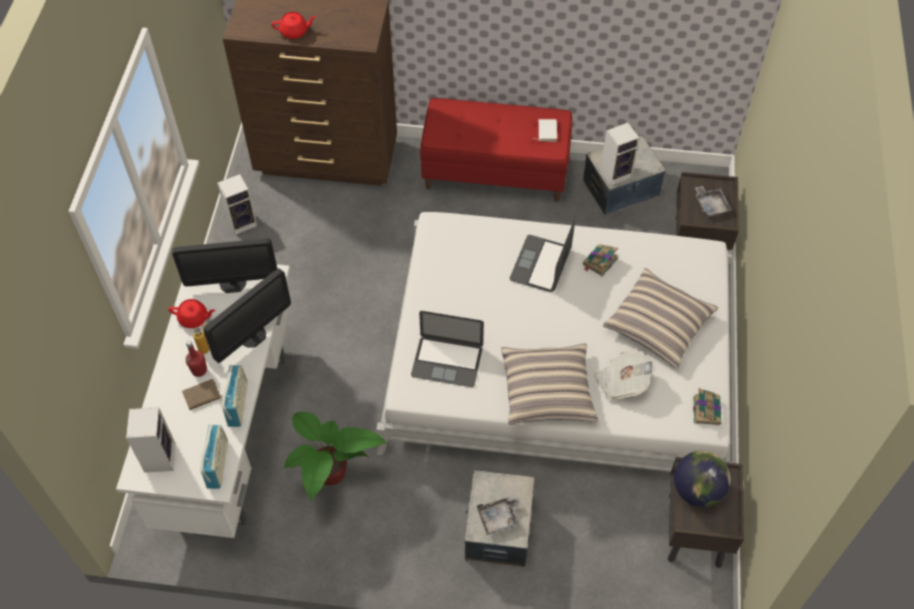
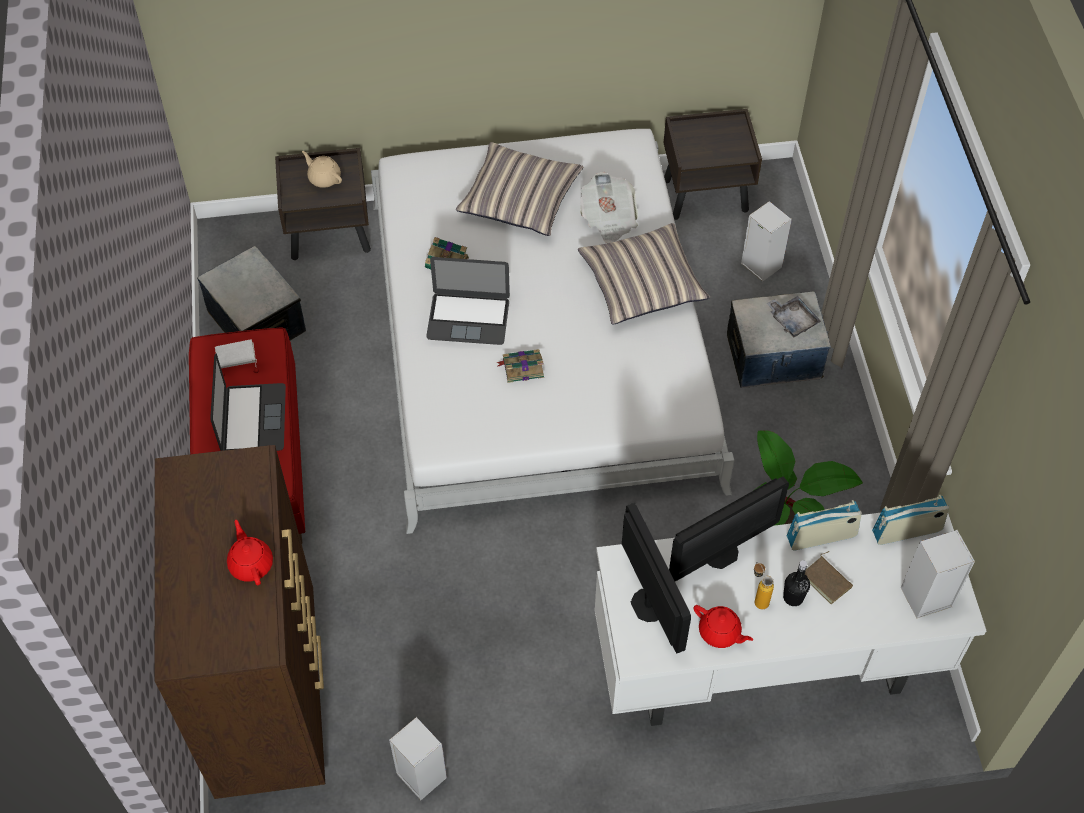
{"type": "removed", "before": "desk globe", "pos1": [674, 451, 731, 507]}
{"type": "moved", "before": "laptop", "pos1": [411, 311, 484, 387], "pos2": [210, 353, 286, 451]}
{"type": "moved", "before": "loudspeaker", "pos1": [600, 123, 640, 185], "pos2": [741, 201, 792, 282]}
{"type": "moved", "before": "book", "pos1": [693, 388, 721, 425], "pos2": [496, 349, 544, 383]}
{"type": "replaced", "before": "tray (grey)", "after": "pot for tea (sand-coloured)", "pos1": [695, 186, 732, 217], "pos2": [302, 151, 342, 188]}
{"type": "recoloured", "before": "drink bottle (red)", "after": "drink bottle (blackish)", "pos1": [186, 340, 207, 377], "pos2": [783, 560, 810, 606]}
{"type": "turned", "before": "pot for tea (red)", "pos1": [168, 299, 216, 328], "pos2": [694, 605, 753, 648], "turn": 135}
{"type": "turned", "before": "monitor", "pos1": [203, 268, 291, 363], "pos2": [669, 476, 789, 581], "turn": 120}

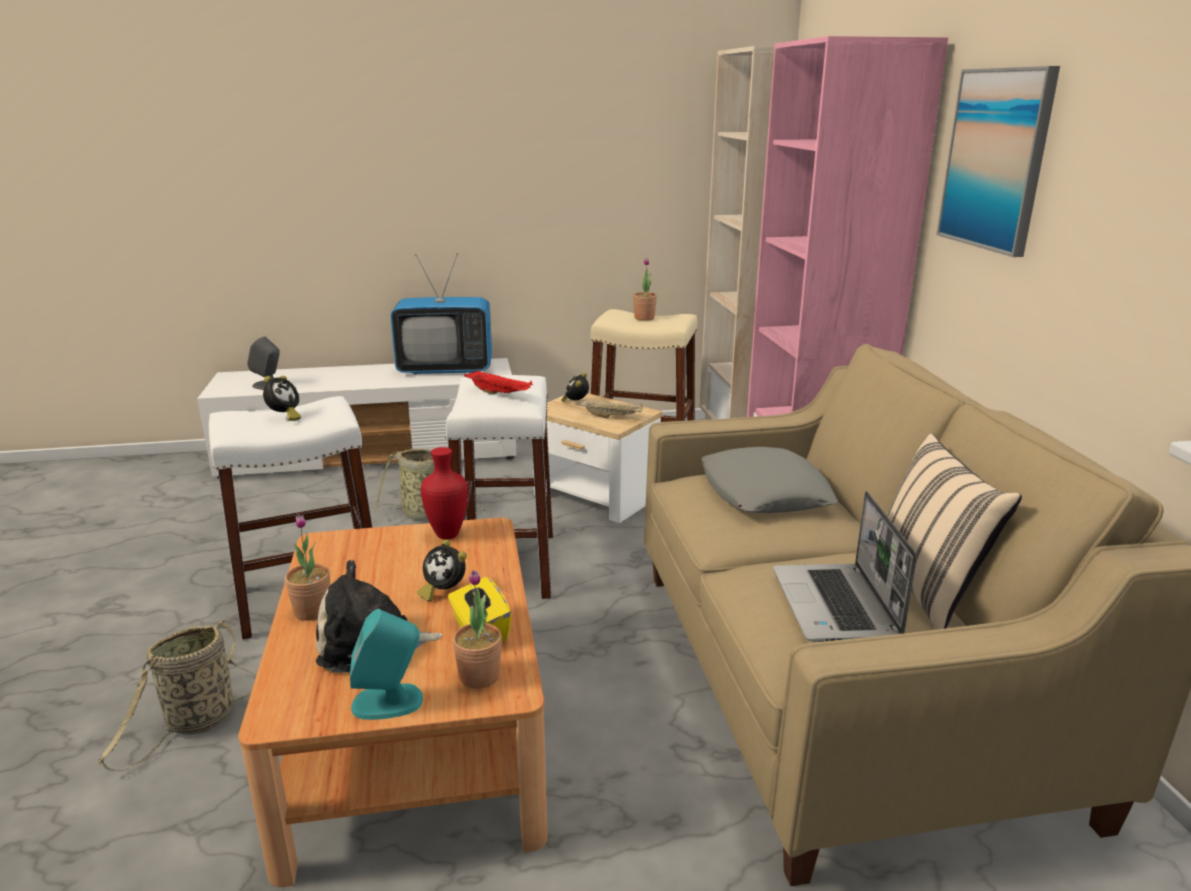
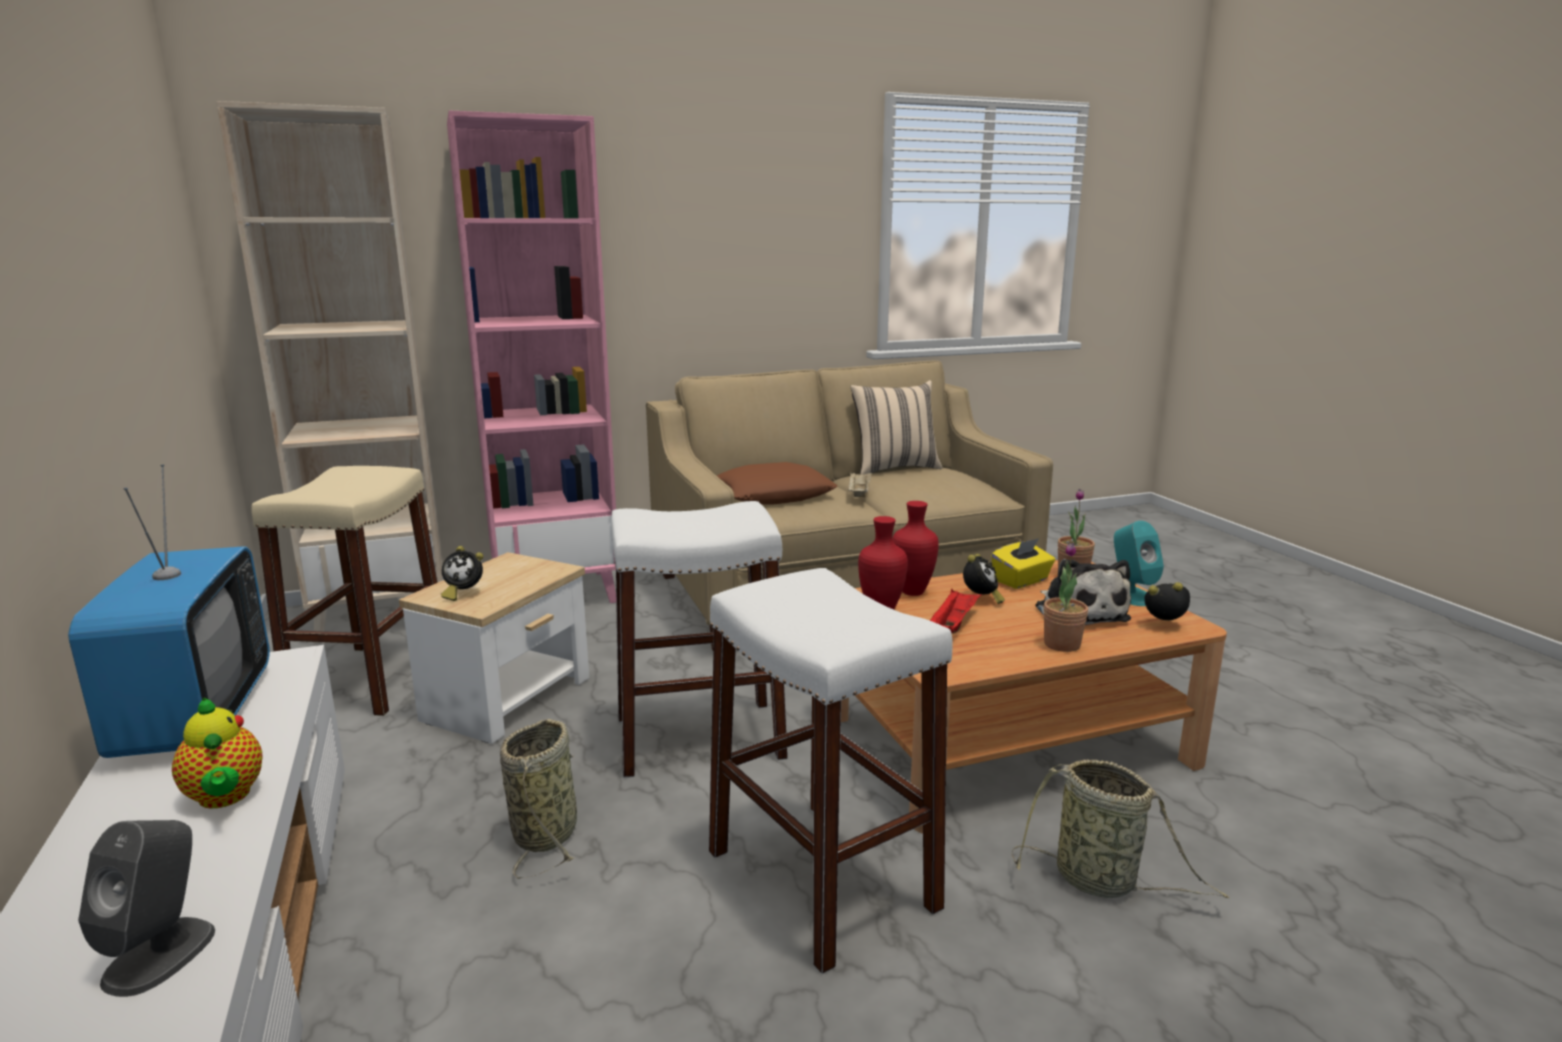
{"type": "removed", "before": "plant in a pot", "pos1": [633, 258, 657, 321]}
{"type": "removed", "before": "laptop", "pos1": [773, 491, 917, 642]}
{"type": "removed", "before": "wall art", "pos1": [937, 66, 1060, 257]}
{"type": "added", "after": "pot for tea", "pos2": [172, 697, 263, 809]}
{"type": "added", "after": "decorative vase (red)", "pos2": [892, 501, 939, 596]}
{"type": "moved", "before": "bedside clock", "pos1": [263, 376, 301, 421], "pos2": [1144, 582, 1190, 620]}
{"type": "moved", "before": "tray (red)", "pos1": [464, 370, 533, 395], "pos2": [930, 589, 982, 633]}
{"type": "moved", "before": "tray (sand-coloured)", "pos1": [579, 399, 643, 418], "pos2": [848, 471, 872, 497]}
{"type": "recoloured", "before": "pillow (grey)", "after": "pillow (brown-coloured)", "pos1": [702, 447, 838, 513], "pos2": [717, 462, 837, 505]}

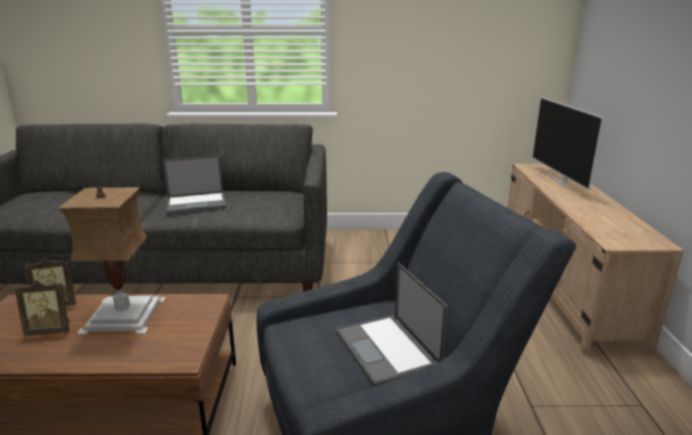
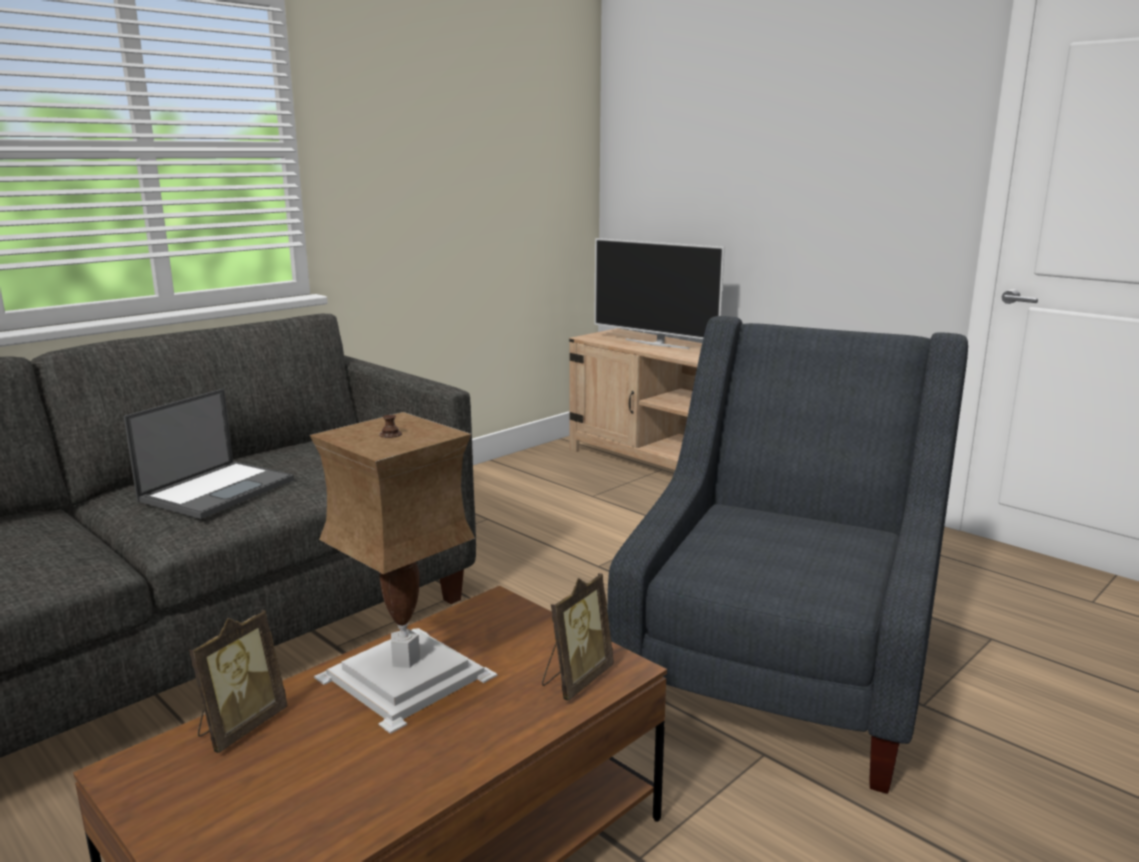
{"type": "removed", "before": "laptop", "pos1": [336, 263, 448, 386]}
{"type": "moved", "before": "standing frame", "pos1": [15, 280, 70, 336], "pos2": [542, 573, 614, 701]}

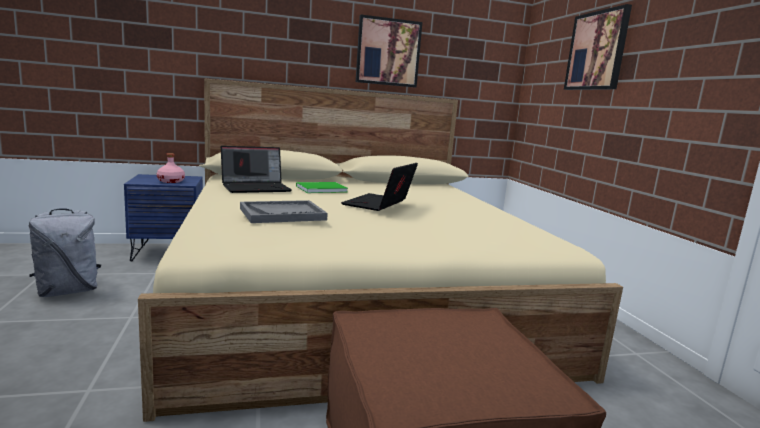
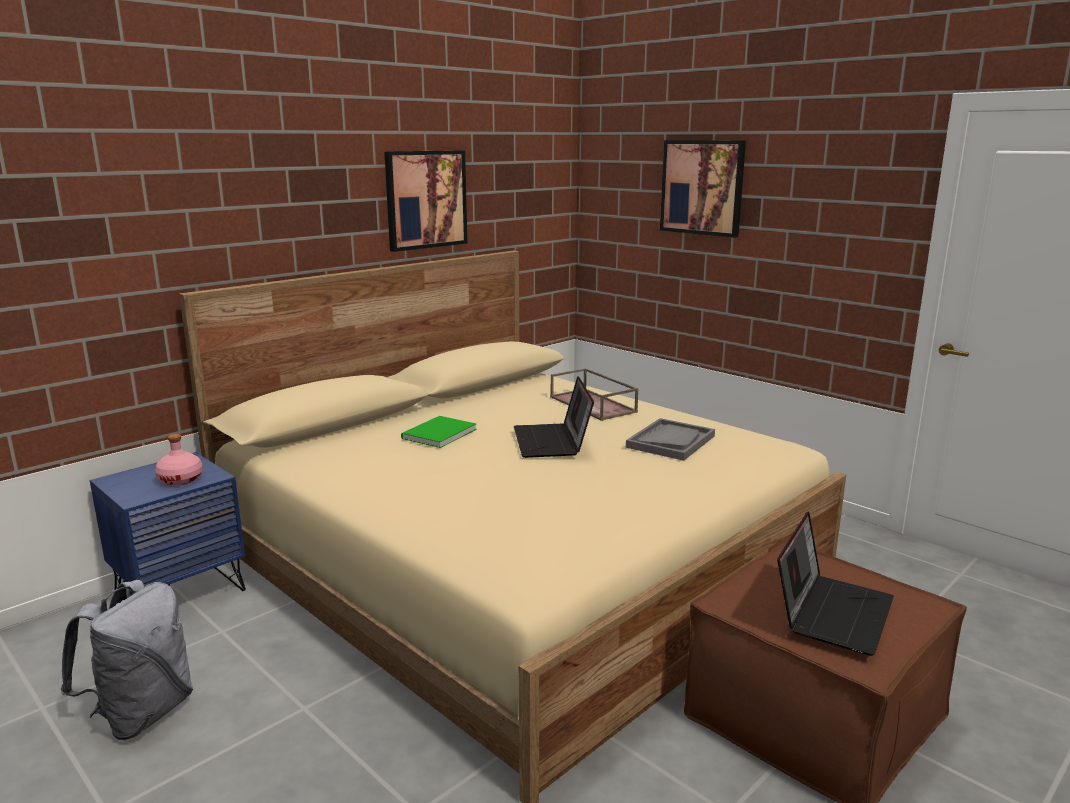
{"type": "added", "after": "tray (brown-coloured)", "pos2": [550, 368, 639, 421]}
{"type": "moved", "before": "laptop", "pos1": [221, 146, 292, 193], "pos2": [777, 512, 894, 656]}
{"type": "moved", "before": "tray (grey)", "pos1": [240, 200, 328, 223], "pos2": [626, 418, 715, 461]}

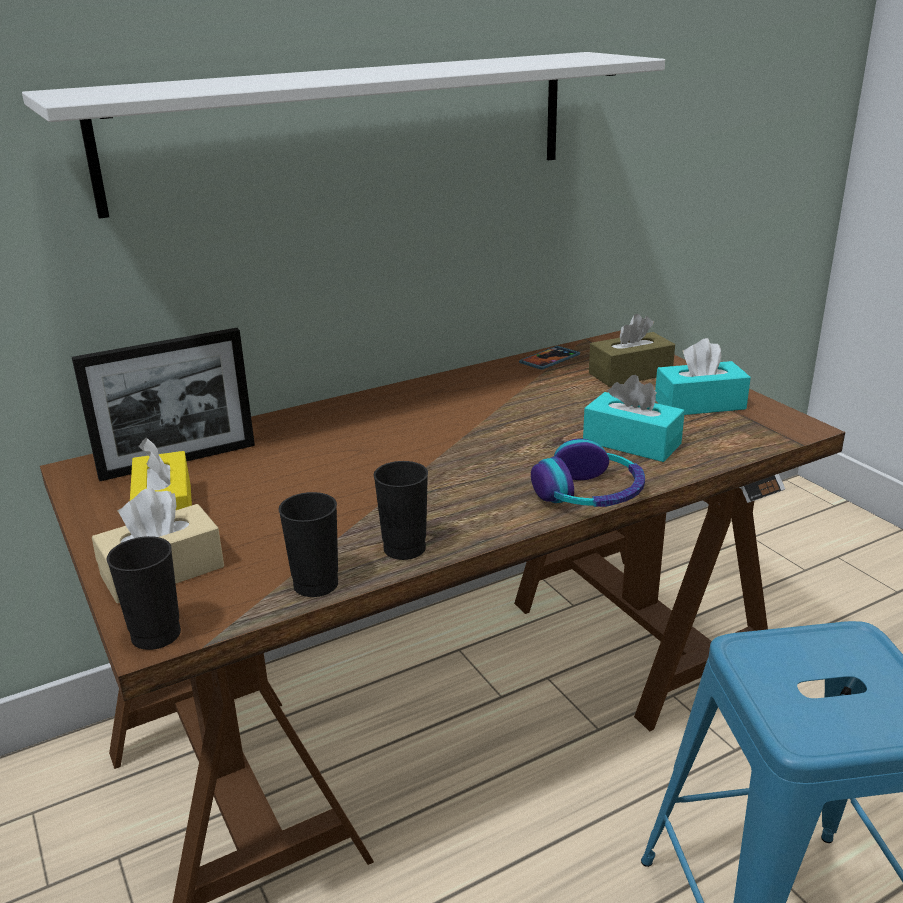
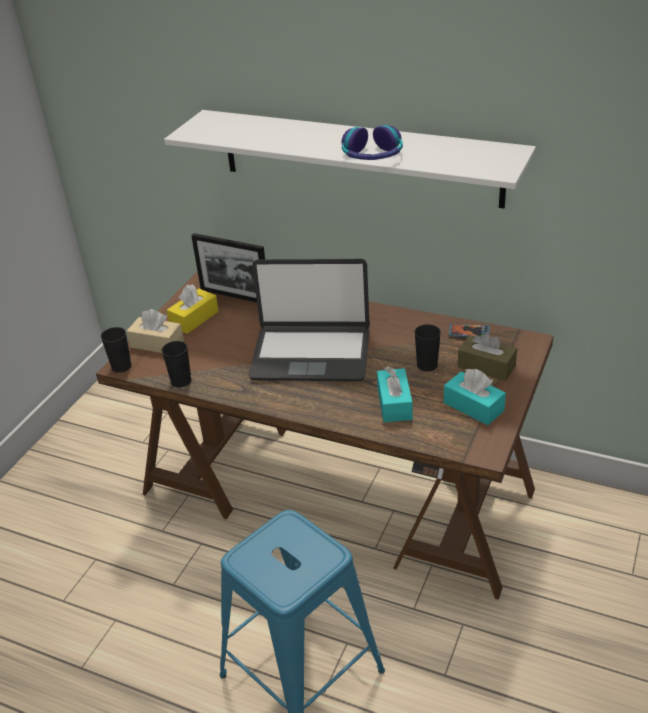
{"type": "added", "after": "laptop", "pos2": [249, 259, 370, 381]}
{"type": "moved", "before": "drinking cup (blackish)", "pos1": [374, 461, 428, 560], "pos2": [415, 324, 441, 371]}
{"type": "moved", "before": "pair of headphones", "pos1": [531, 439, 645, 507], "pos2": [342, 125, 403, 160]}

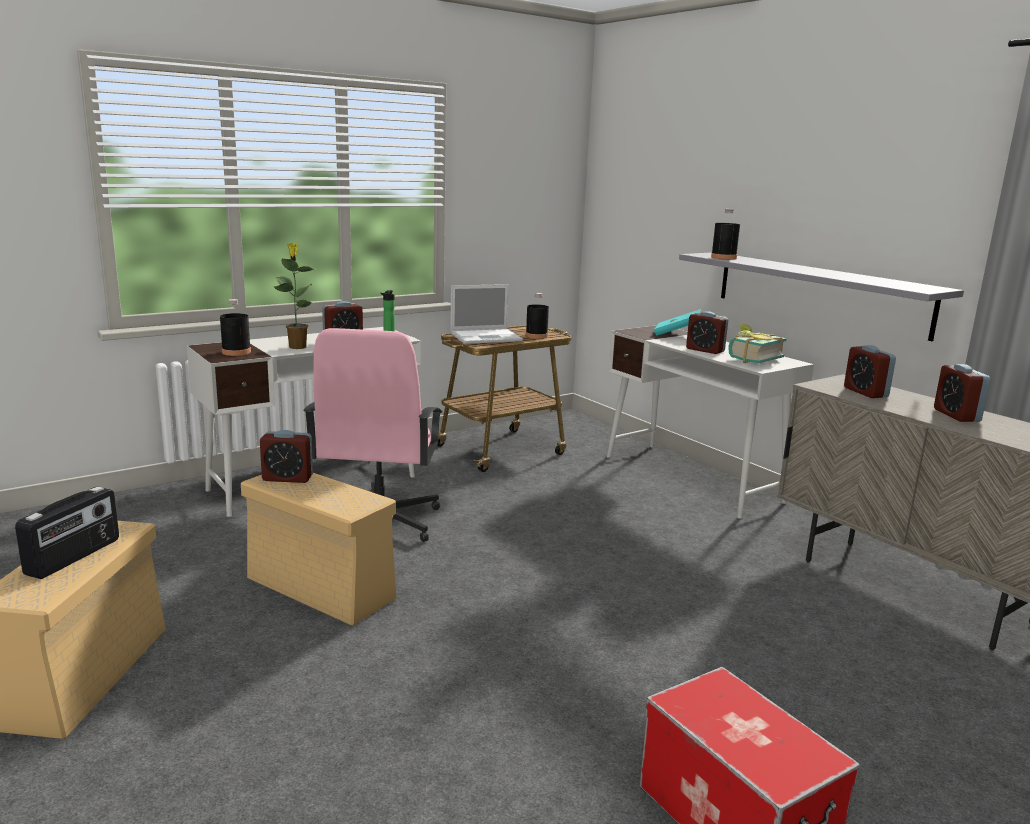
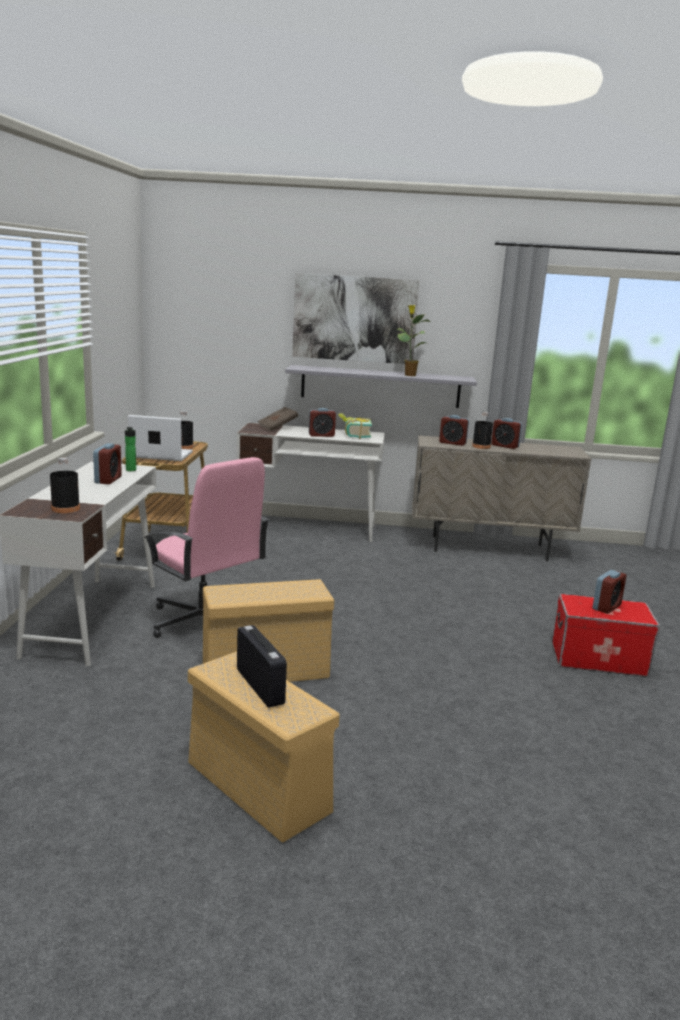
{"type": "added", "after": "wall art", "pos2": [292, 273, 420, 364]}
{"type": "moved", "before": "bedside clock", "pos1": [260, 430, 313, 483], "pos2": [592, 570, 626, 614]}
{"type": "moved", "before": "plant in a pot", "pos1": [274, 243, 317, 349], "pos2": [397, 305, 430, 376]}
{"type": "moved", "before": "drink bottle (blackish)", "pos1": [711, 209, 740, 260], "pos2": [472, 412, 493, 449]}
{"type": "recoloured", "before": "book (blue-green)", "after": "book (brown-coloured)", "pos1": [654, 309, 701, 336], "pos2": [258, 407, 298, 431]}
{"type": "turned", "before": "laptop", "pos1": [450, 284, 523, 344], "pos2": [128, 415, 193, 461], "turn": -105}

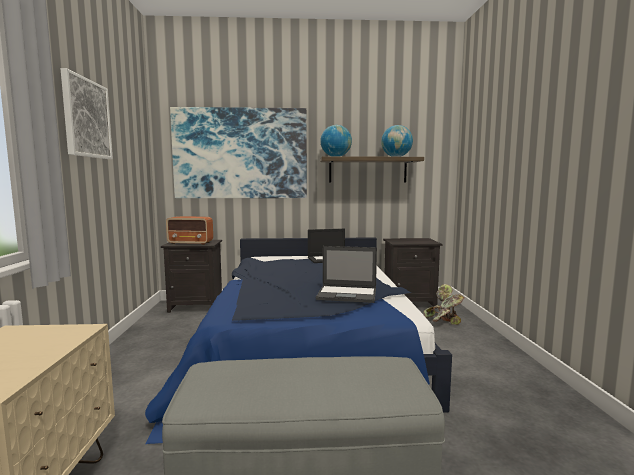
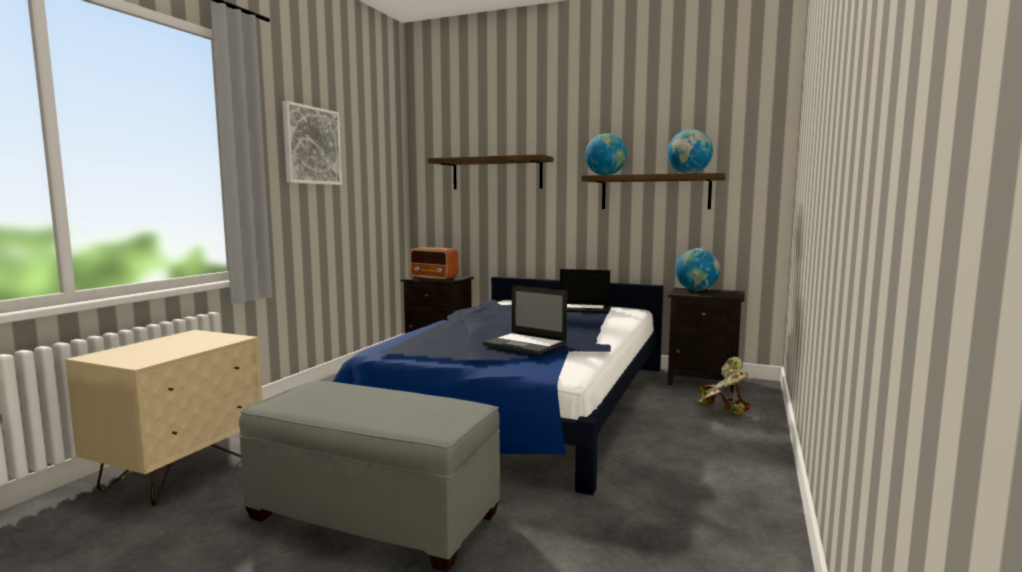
{"type": "added", "after": "desk globe", "pos2": [676, 248, 720, 291]}
{"type": "replaced", "before": "wall art", "after": "wall shelf", "pos1": [170, 107, 307, 198], "pos2": [428, 154, 553, 189]}

